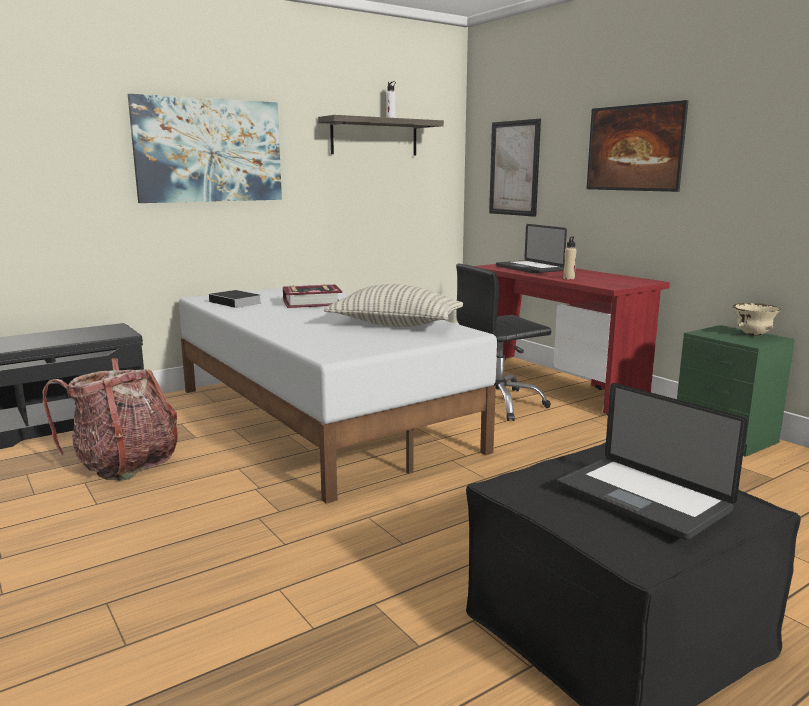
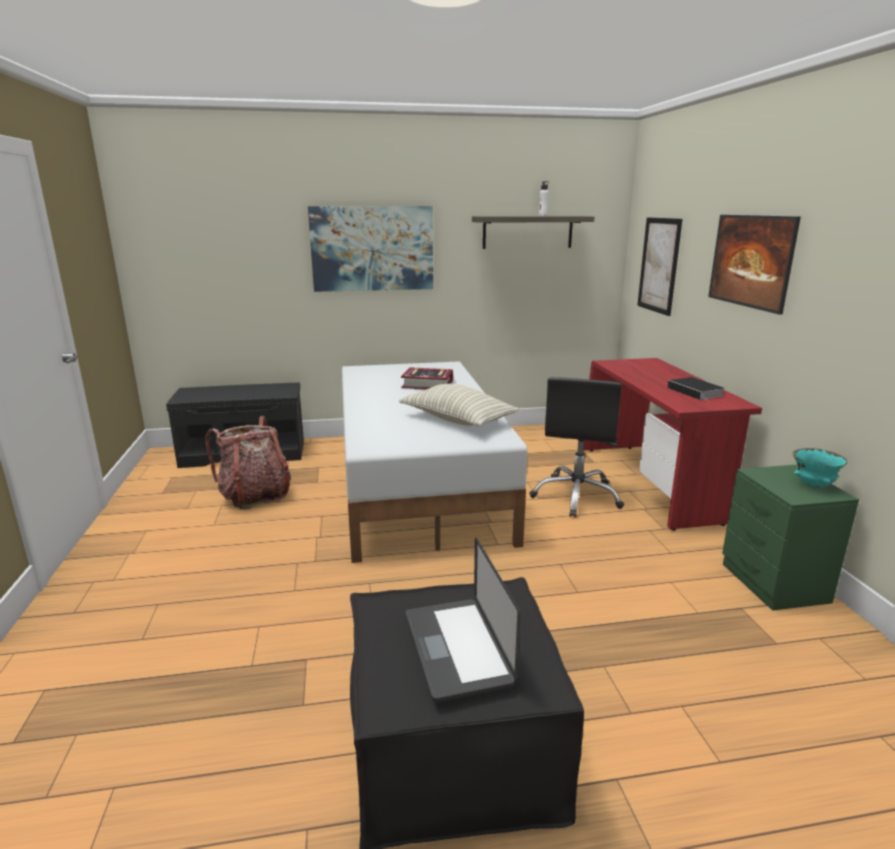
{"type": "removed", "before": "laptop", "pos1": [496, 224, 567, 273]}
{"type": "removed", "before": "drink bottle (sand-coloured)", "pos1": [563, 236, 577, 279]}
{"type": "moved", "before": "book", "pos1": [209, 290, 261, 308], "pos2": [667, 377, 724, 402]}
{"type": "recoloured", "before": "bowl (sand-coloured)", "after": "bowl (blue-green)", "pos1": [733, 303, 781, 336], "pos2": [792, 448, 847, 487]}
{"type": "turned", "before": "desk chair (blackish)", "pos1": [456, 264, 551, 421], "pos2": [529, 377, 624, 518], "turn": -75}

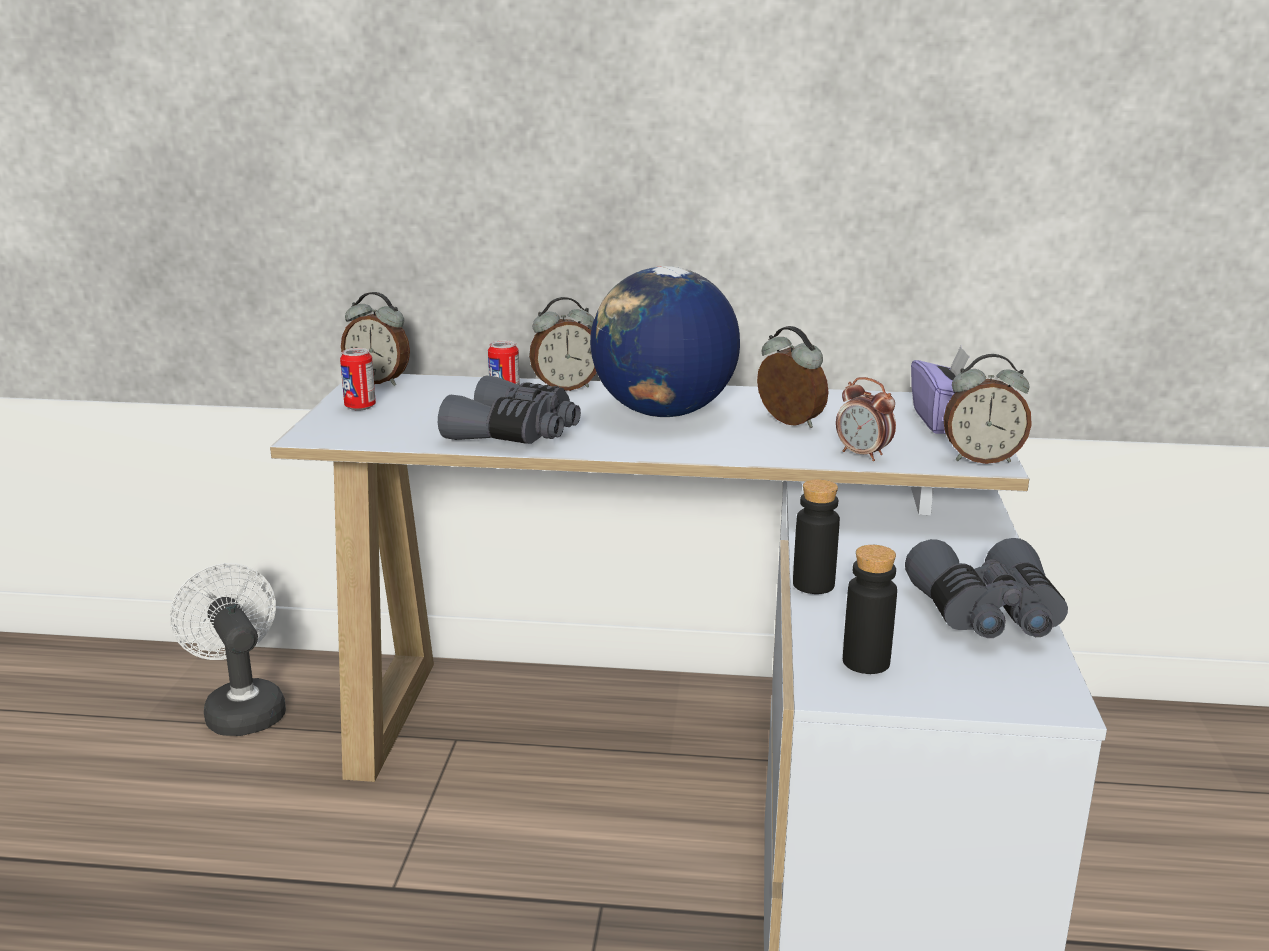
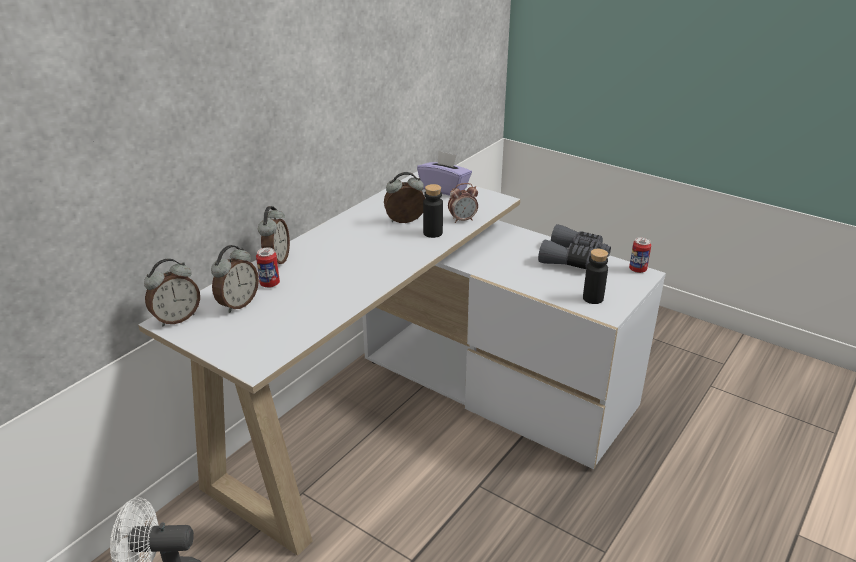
{"type": "removed", "before": "binoculars (grey)", "pos1": [438, 375, 581, 444]}
{"type": "removed", "before": "desk globe", "pos1": [590, 266, 740, 417]}
{"type": "moved", "before": "sealed can", "pos1": [340, 348, 376, 410], "pos2": [629, 237, 651, 273]}
{"type": "moved", "before": "drink bottle (blackish)", "pos1": [793, 479, 840, 594], "pos2": [423, 184, 443, 238]}
{"type": "moved", "before": "bedside clock", "pos1": [943, 354, 1032, 464], "pos2": [211, 245, 259, 313]}

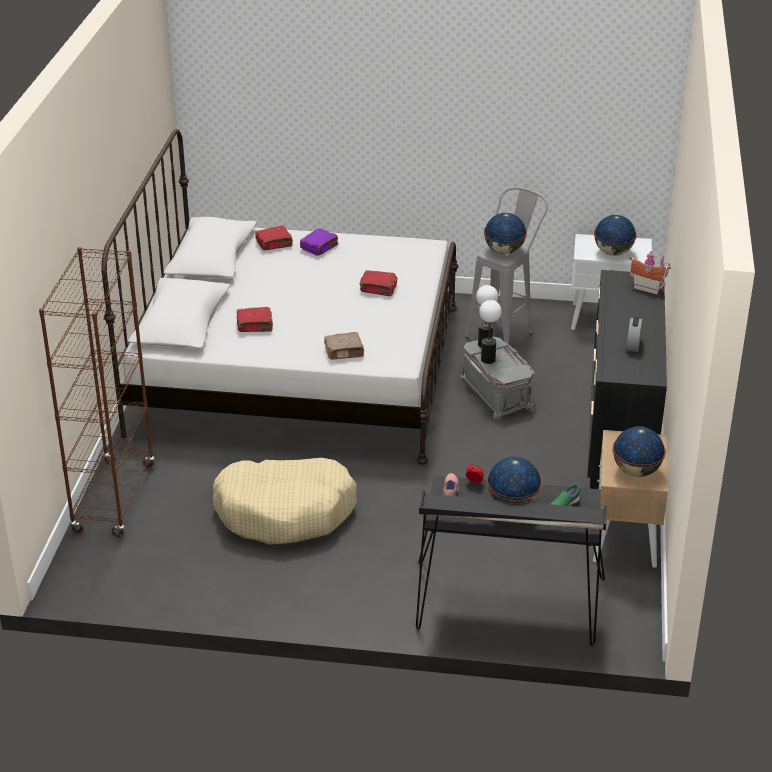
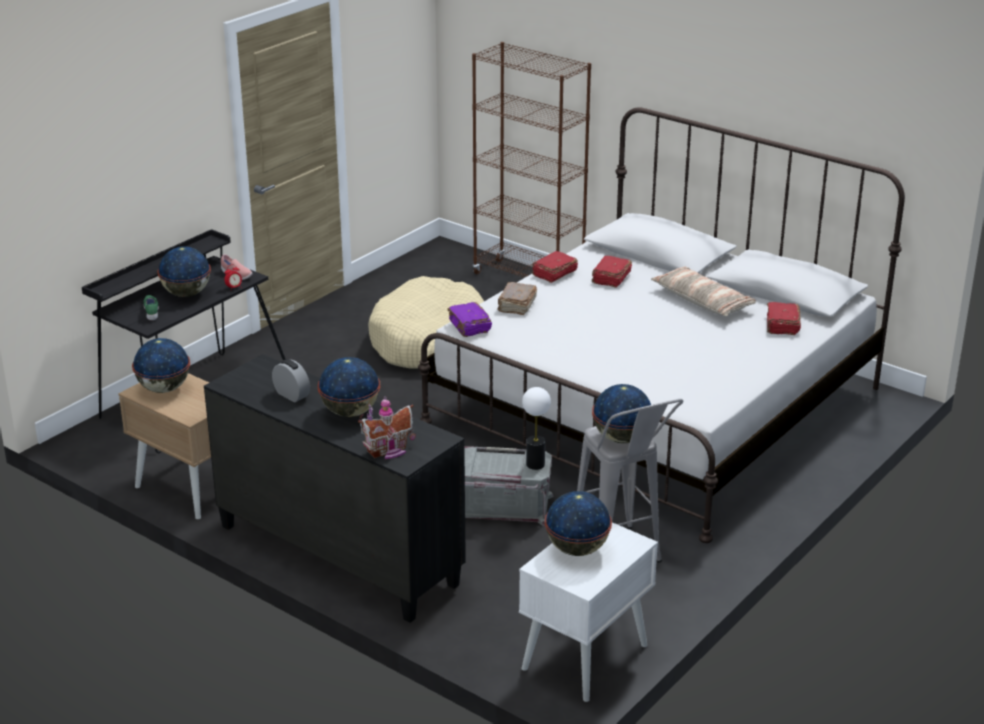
{"type": "removed", "before": "lamp for a table", "pos1": [479, 300, 502, 364]}
{"type": "added", "after": "desk globe", "pos2": [318, 357, 380, 417]}
{"type": "added", "after": "pillow", "pos2": [651, 266, 756, 316]}
{"type": "moved", "before": "book (purple)", "pos1": [300, 228, 338, 256], "pos2": [447, 302, 492, 337]}
{"type": "moved", "before": "book (red)", "pos1": [359, 270, 397, 297], "pos2": [532, 251, 578, 283]}

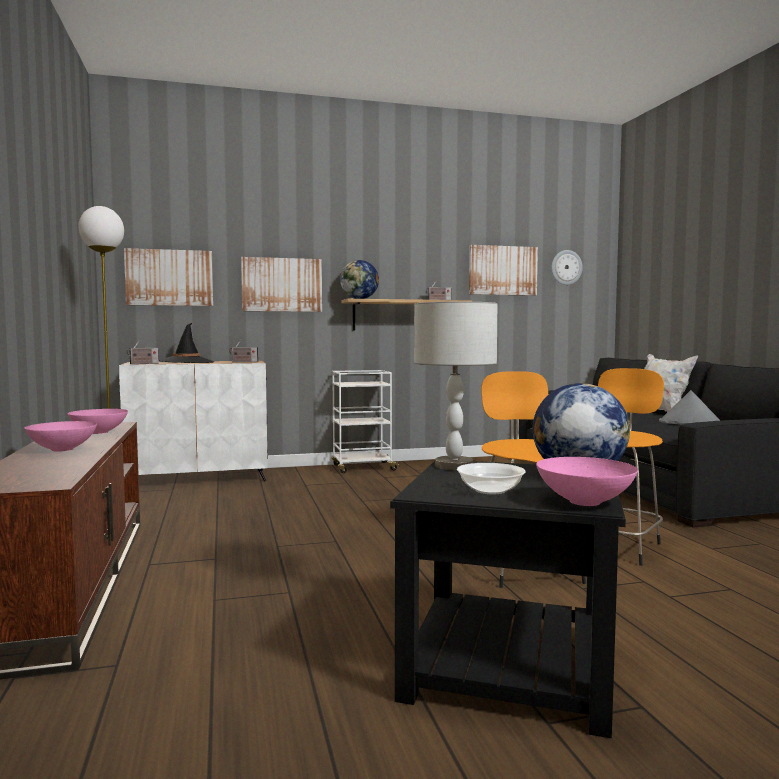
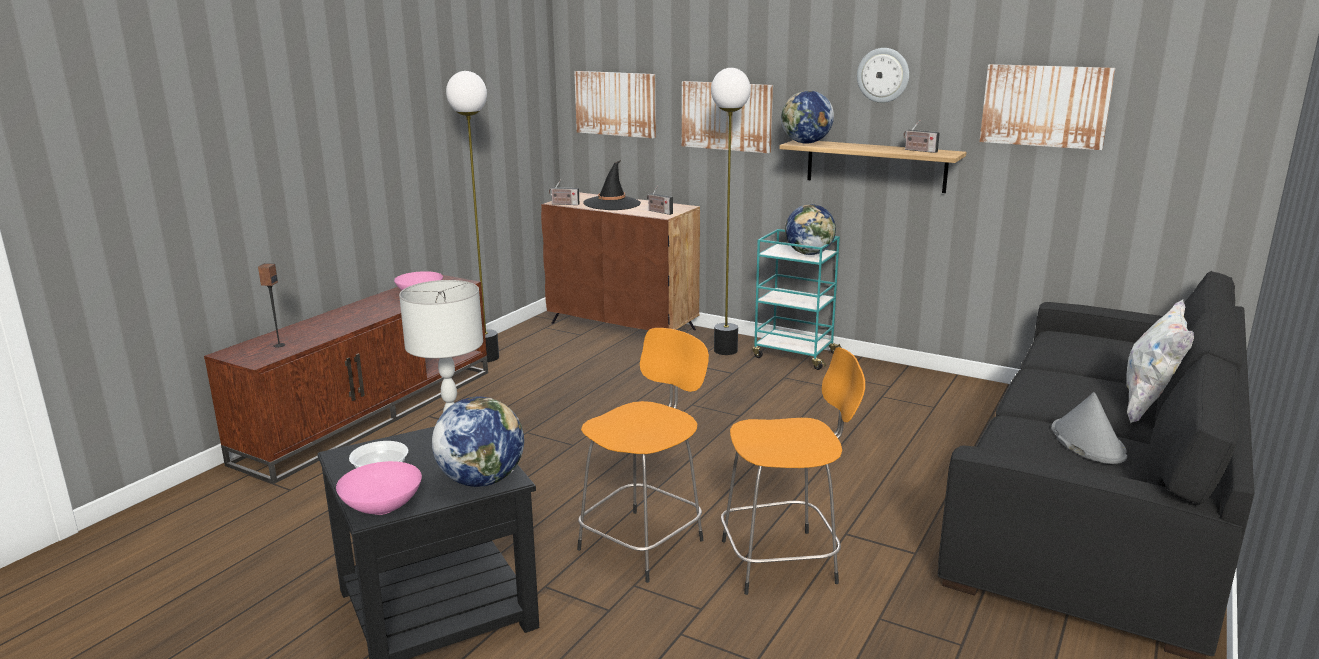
{"type": "removed", "before": "bowl (pink)", "pos1": [24, 421, 97, 452]}
{"type": "added", "after": "loudspeaker", "pos2": [258, 263, 285, 347]}
{"type": "added", "after": "standard lamp", "pos2": [711, 68, 751, 355]}
{"type": "added", "after": "desk globe", "pos2": [785, 204, 836, 255]}
{"type": "moved", "before": "wall clock", "pos1": [551, 250, 583, 285], "pos2": [857, 48, 909, 103]}
{"type": "recoloured", "before": "cupboard (whitish)", "after": "cupboard (brown-coloured)", "pos1": [119, 361, 268, 481], "pos2": [541, 192, 700, 330]}
{"type": "recoloured", "before": "wheeled cart (whitish)", "after": "wheeled cart (blue-green)", "pos1": [332, 370, 400, 473], "pos2": [752, 229, 842, 370]}

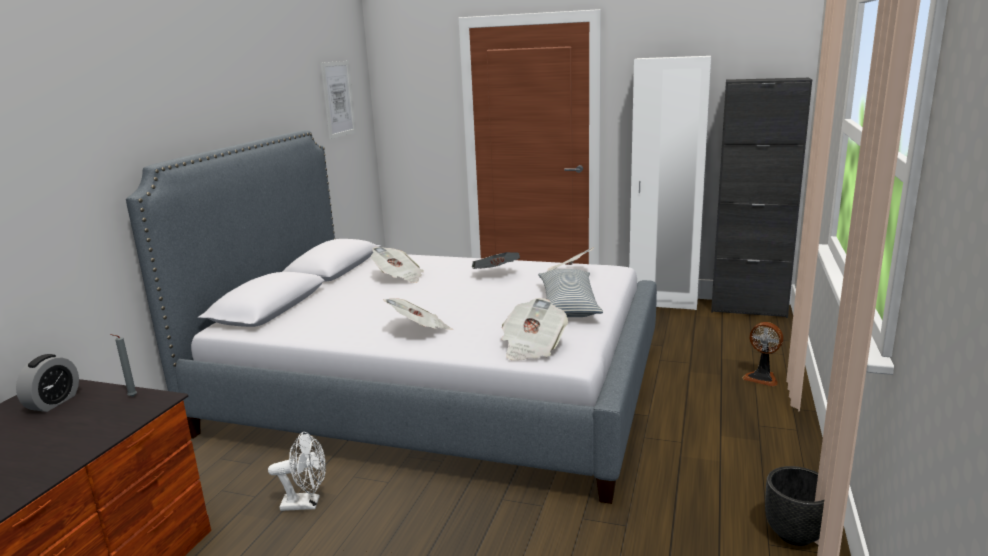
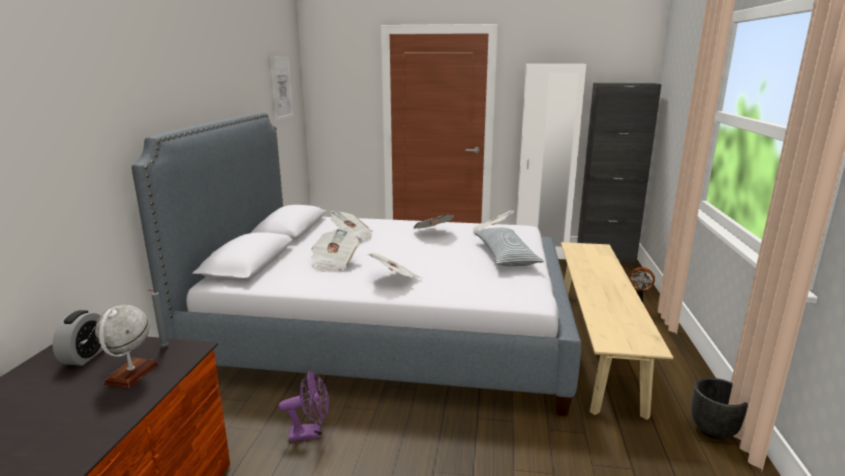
{"type": "added", "after": "desk globe", "pos2": [95, 305, 159, 388]}
{"type": "added", "after": "bench (sand-coloured)", "pos2": [561, 242, 673, 420]}
{"type": "moved", "before": "printed paper", "pos1": [502, 298, 568, 361], "pos2": [311, 229, 359, 272]}
{"type": "recoloured", "before": "fan (whitish)", "after": "fan (purple)", "pos1": [268, 432, 326, 511], "pos2": [278, 371, 329, 442]}

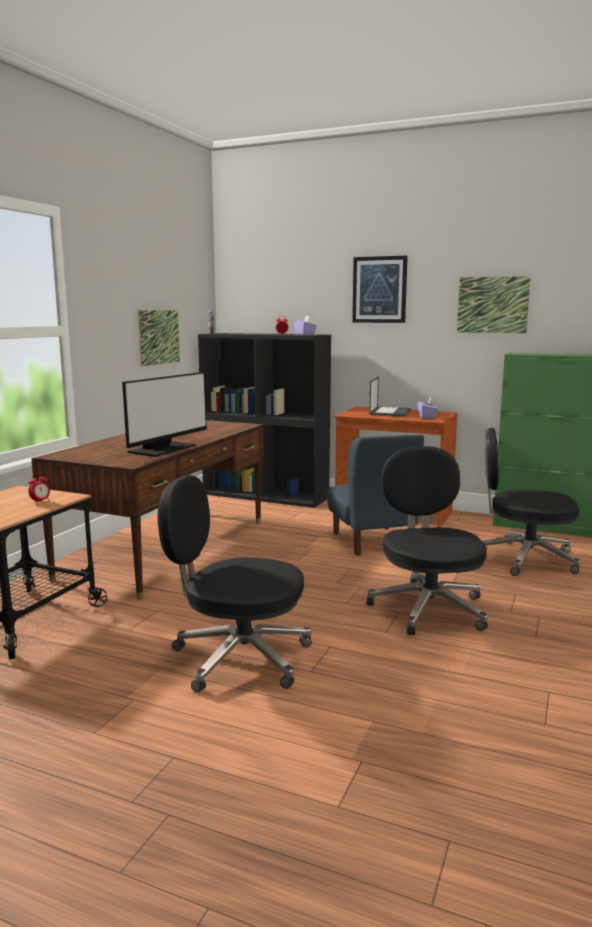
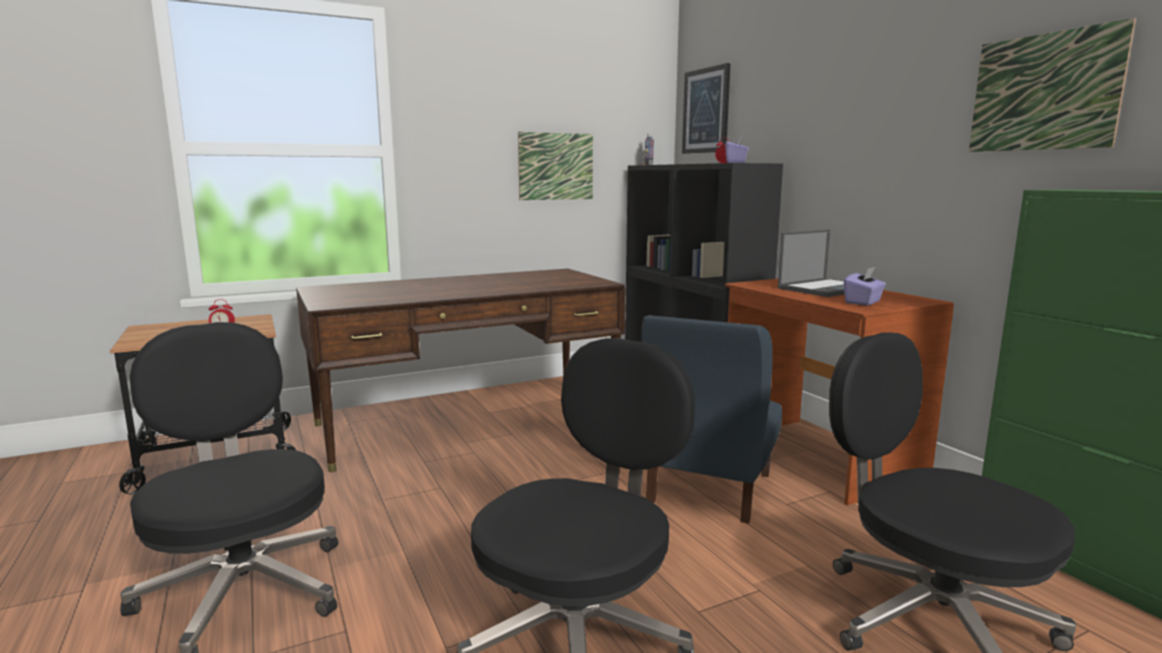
{"type": "removed", "before": "monitor", "pos1": [122, 372, 207, 457]}
{"type": "moved", "before": "wall art", "pos1": [352, 256, 408, 323], "pos2": [682, 63, 731, 154]}

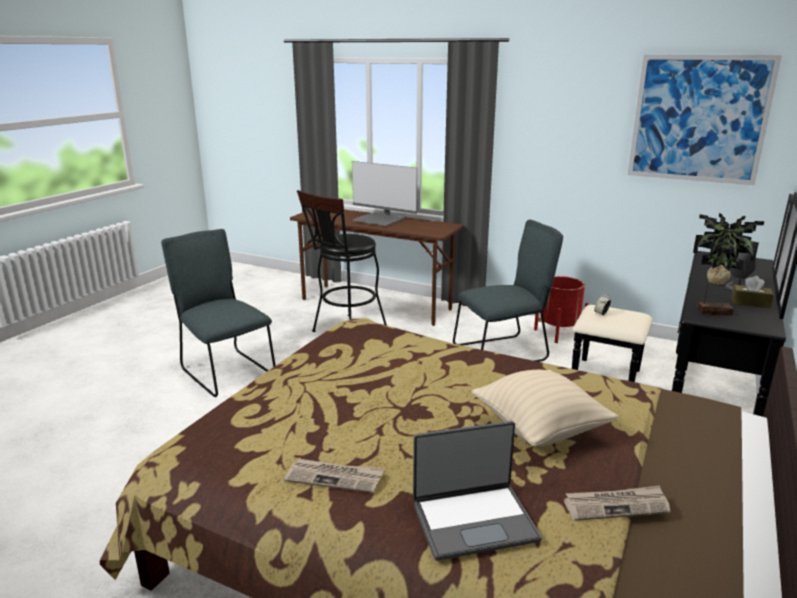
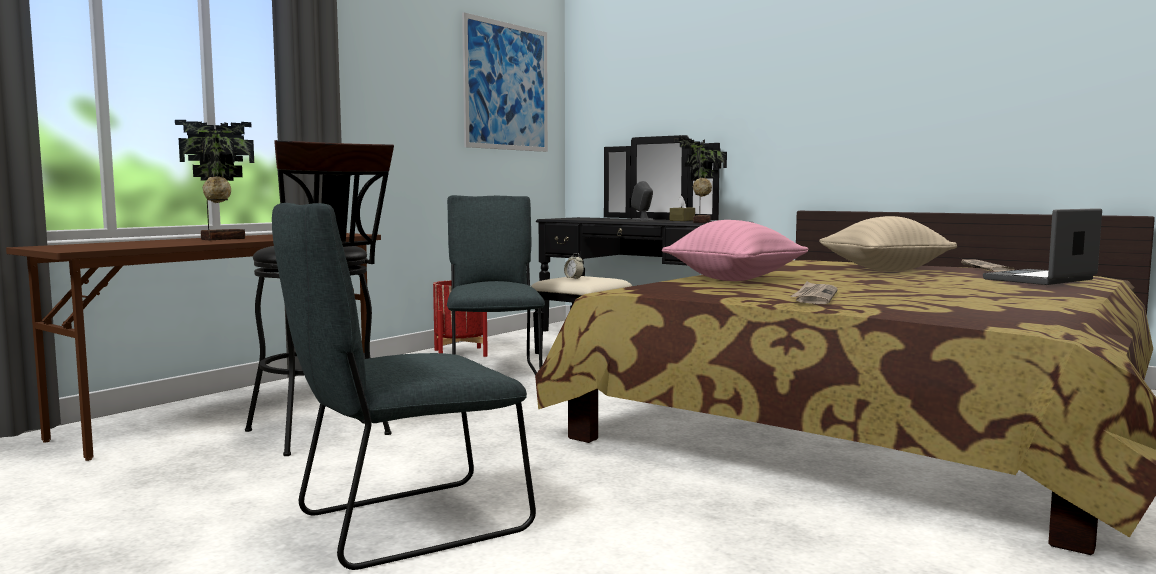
{"type": "added", "after": "pillow (pink)", "pos2": [662, 220, 809, 281]}
{"type": "moved", "before": "printed paper", "pos1": [284, 459, 384, 493], "pos2": [790, 281, 838, 304]}
{"type": "replaced", "before": "monitor", "after": "plant in a pot", "pos1": [352, 161, 417, 226], "pos2": [175, 120, 254, 241]}
{"type": "turned", "before": "laptop", "pos1": [413, 421, 542, 561], "pos2": [983, 208, 1102, 285], "turn": -120}

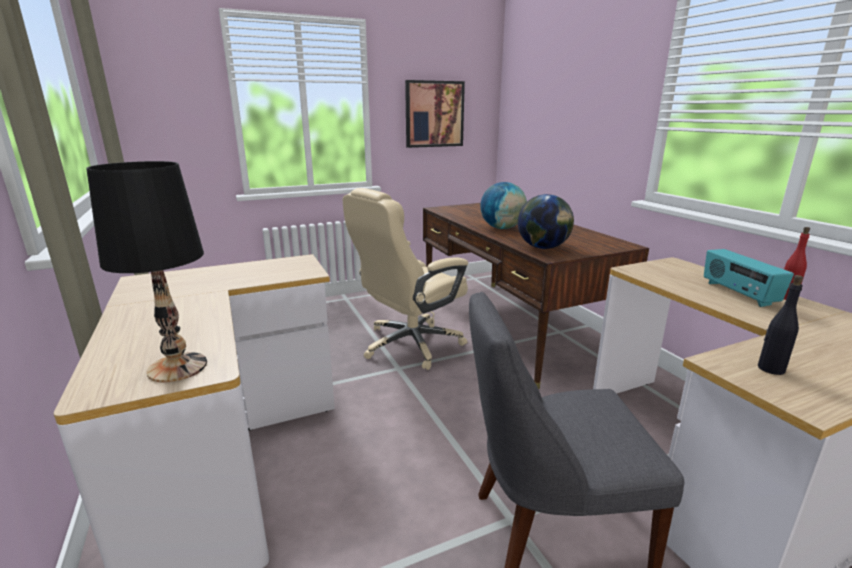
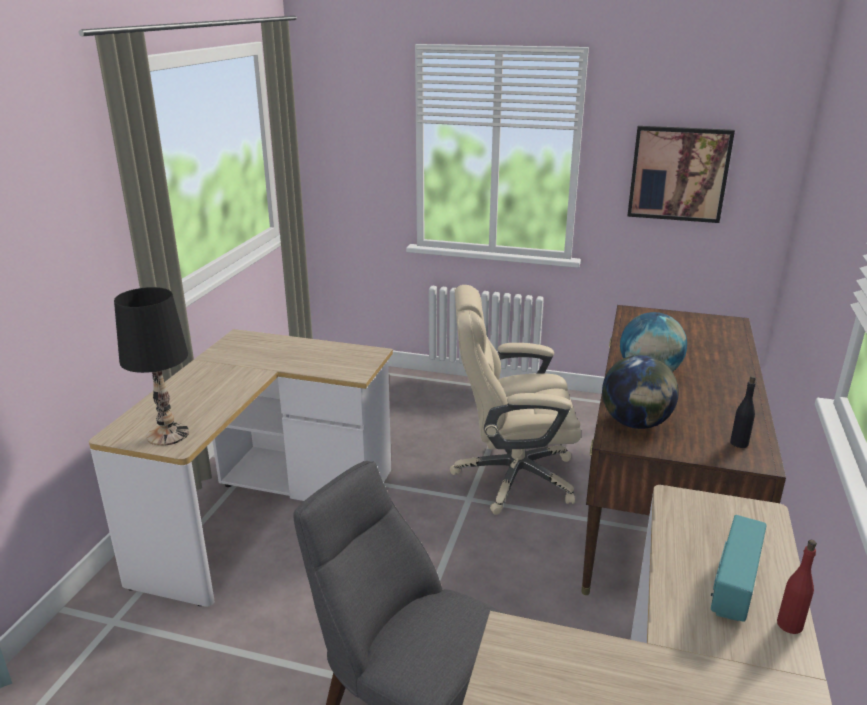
{"type": "moved", "before": "drink bottle (blackish)", "pos1": [758, 275, 803, 375], "pos2": [730, 376, 756, 448]}

